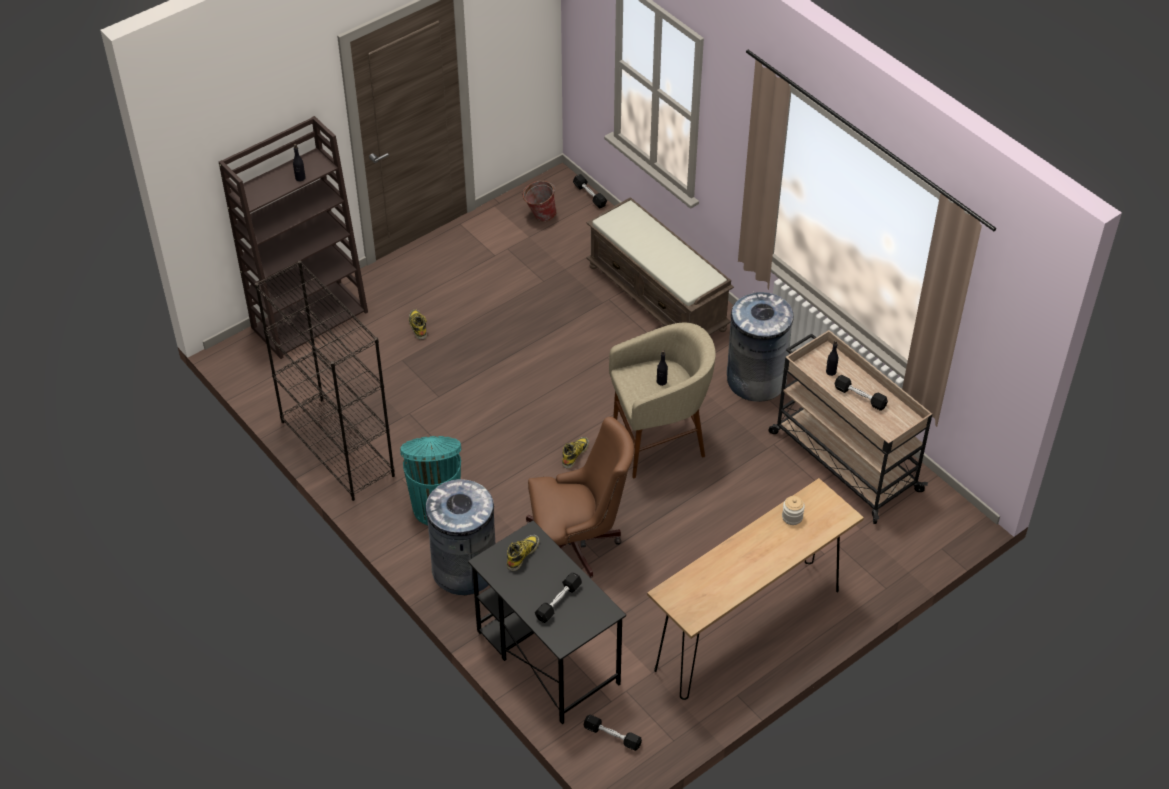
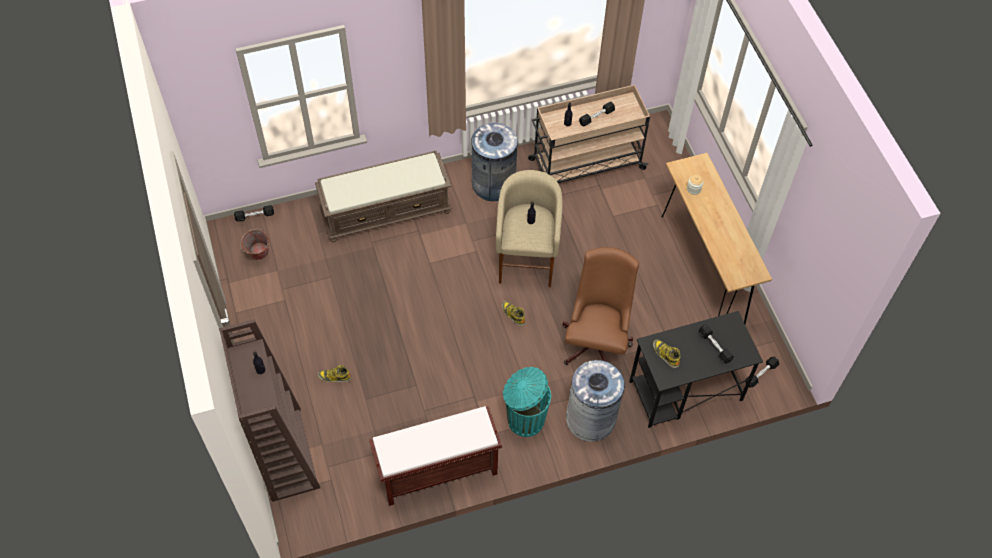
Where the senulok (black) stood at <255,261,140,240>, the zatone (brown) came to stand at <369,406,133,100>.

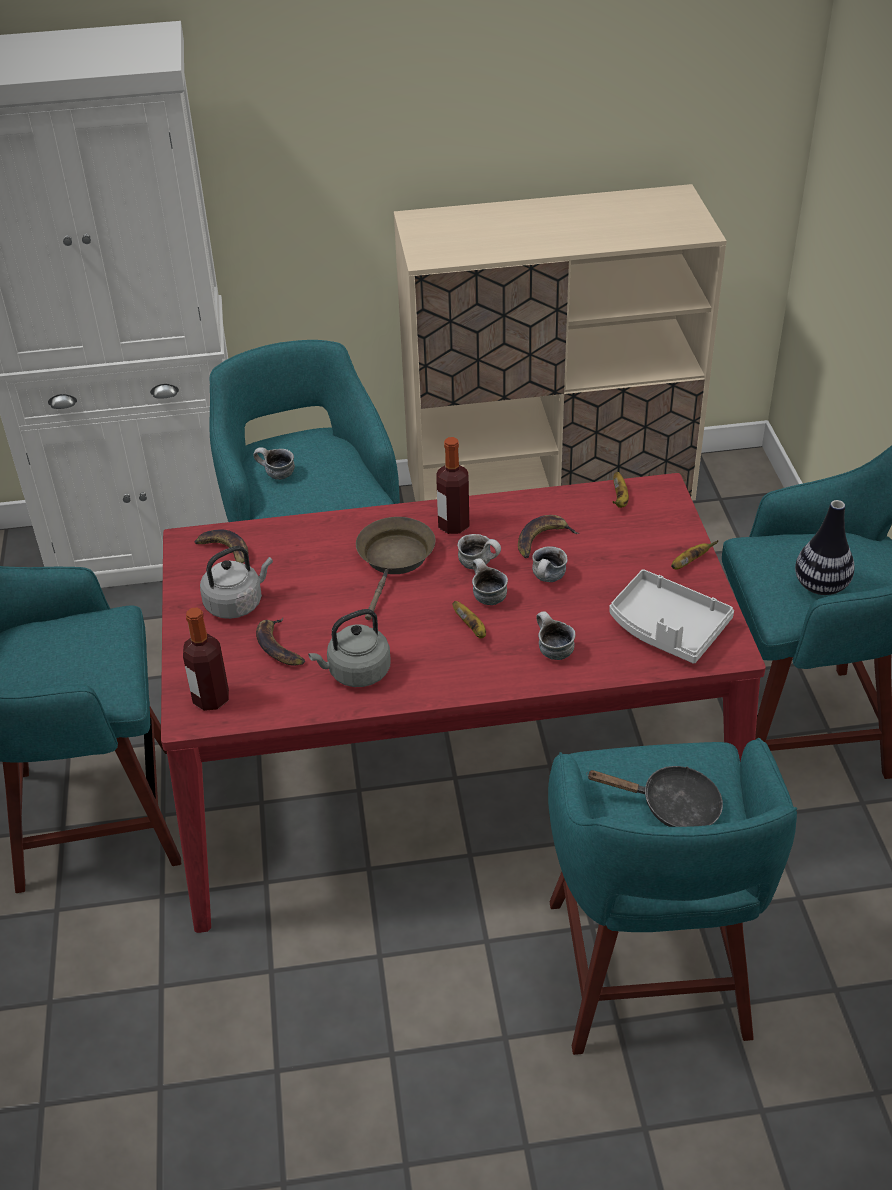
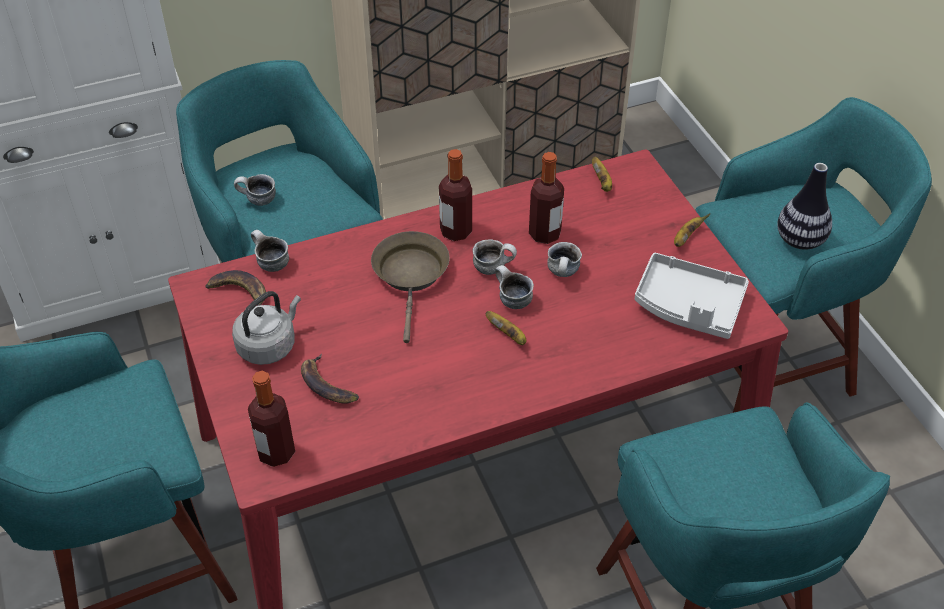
The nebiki ended up elsewhere, having gone from <536,611,40,49> to <251,230,38,42>.
Where the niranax stood at <518,515,61,43>, the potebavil came to stand at <529,152,35,92>.
The second view lost the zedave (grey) at <308,609,83,78>.
The second view lost the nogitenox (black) at <586,766,137,61>.

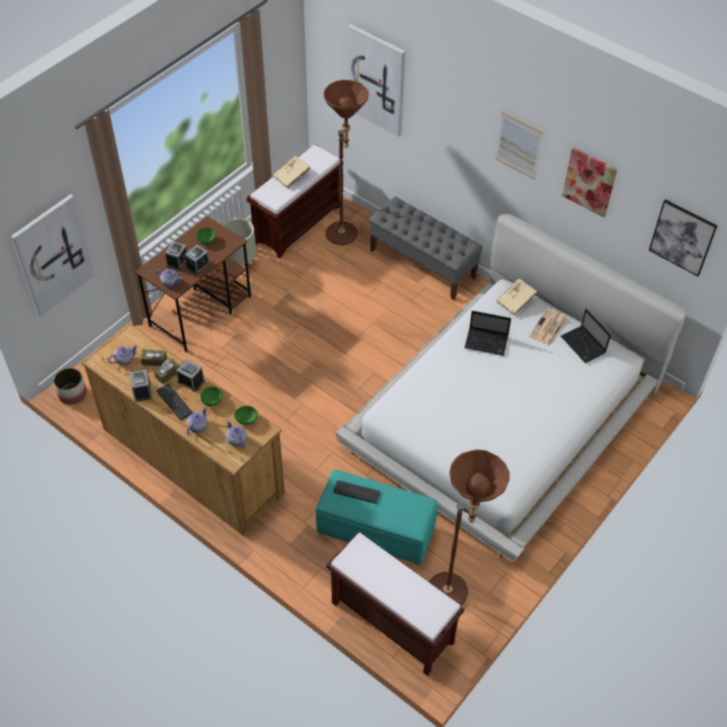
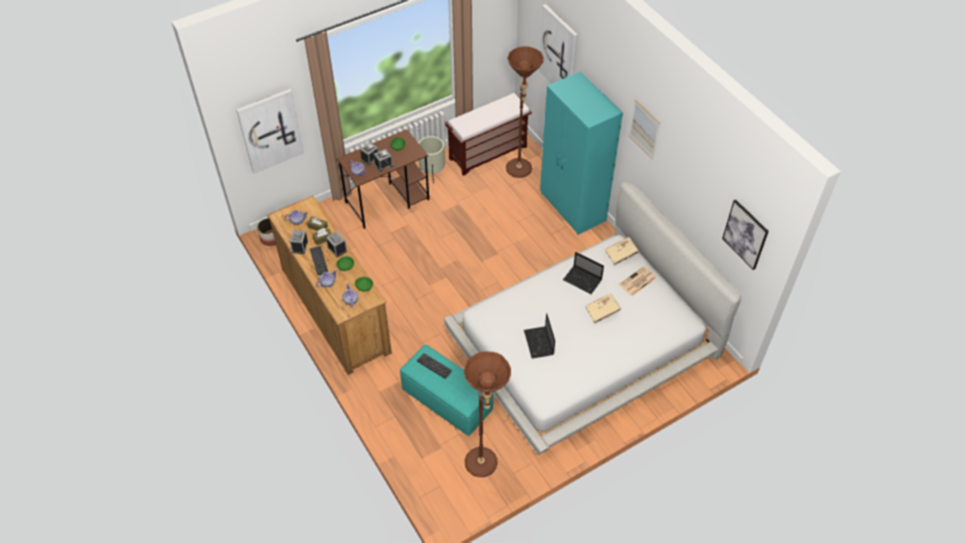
The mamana ended up elsewhere, having gone from <561,309,50,54> to <524,313,31,45>.
Where the zatone (grey) stood at <369,197,114,103>, the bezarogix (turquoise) came to stand at <540,72,83,163>.
The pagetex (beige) ended up elsewhere, having gone from <273,156,37,32> to <586,294,35,29>.
The second view lost the zatone (brown) at <326,532,139,144>.
The second view lost the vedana at <562,148,55,70>.

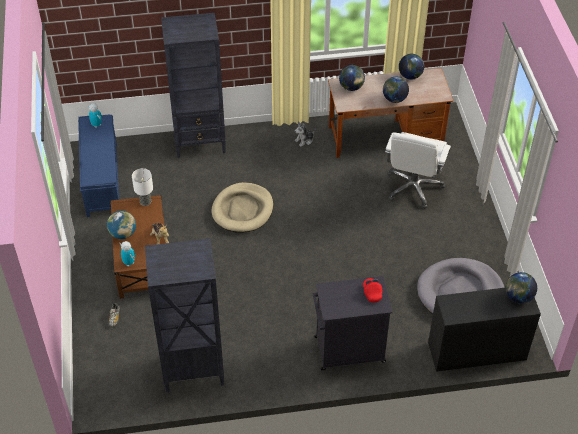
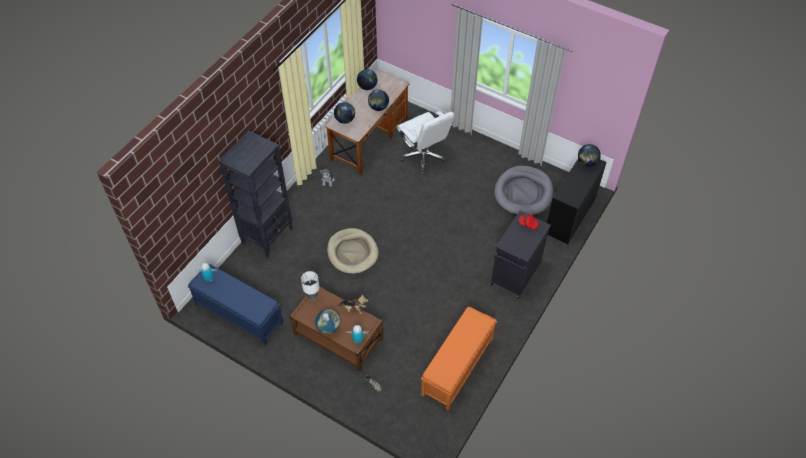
Where the senulok (black) stood at <145,238,79,155>, the zatone (orange) came to stand at <421,307,76,103>.

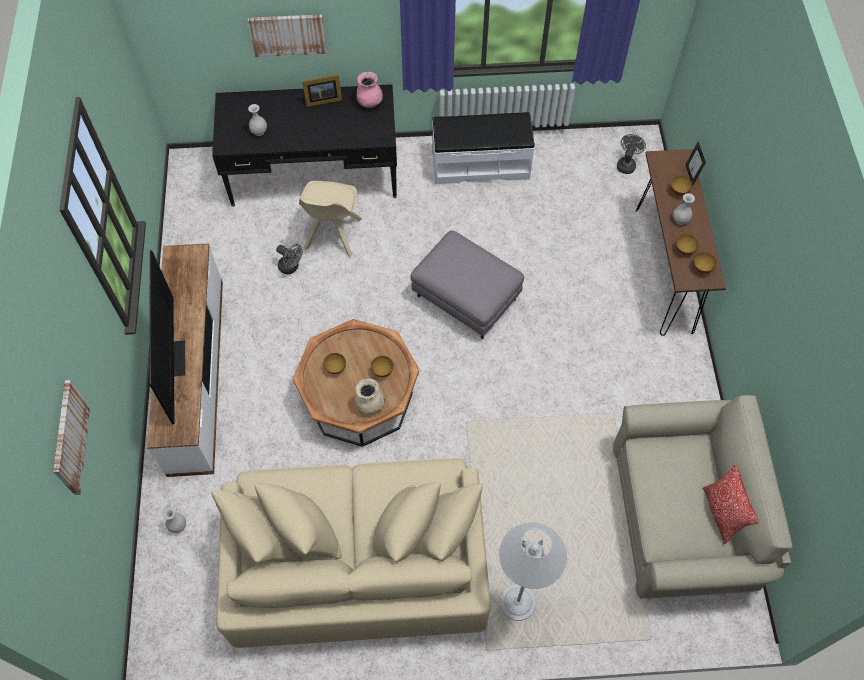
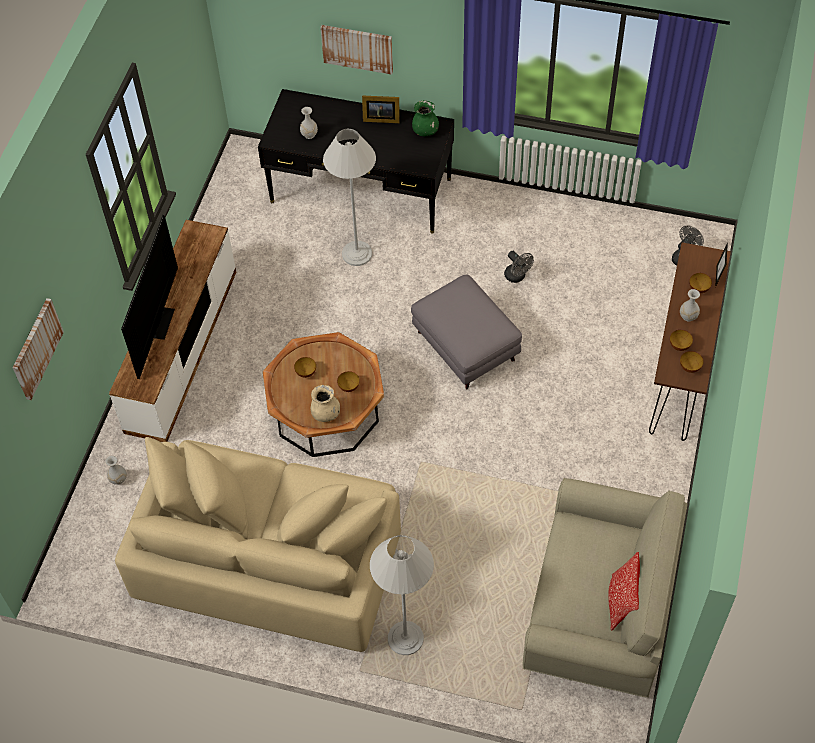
Where the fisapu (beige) stood at <299,181,63,76>, the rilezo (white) came to stand at <323,128,53,138>.
What was the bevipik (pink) at <357,72,26,36> turned into the bevipik (green) at <412,100,27,36>.
The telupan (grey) ended up elsewhere, having gone from <276,244,27,30> to <504,251,30,32>.
The second view lost the zatone (white) at <432,112,103,72>.

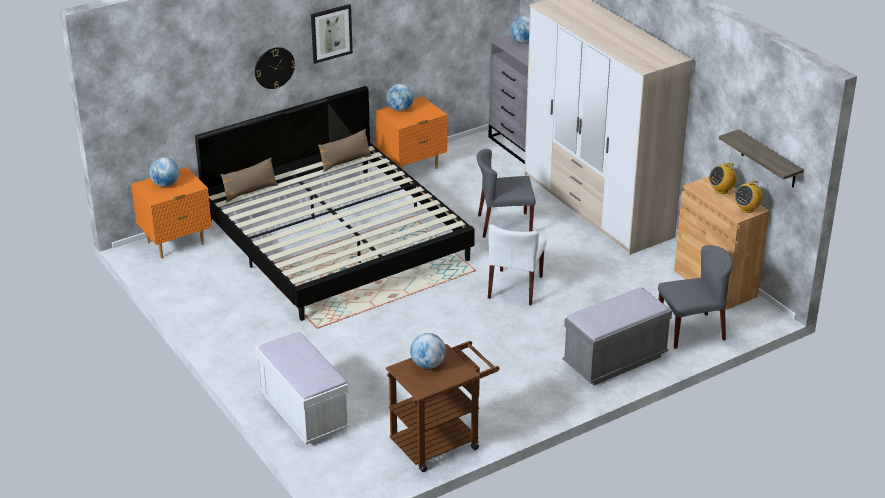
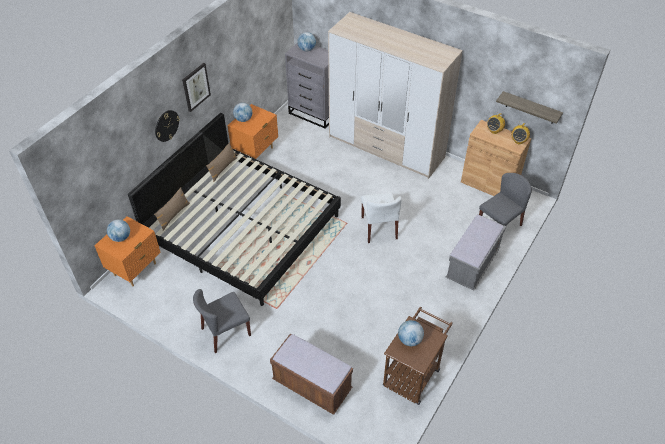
The fisapu (grey) ended up elsewhere, having gone from <477,149,59,89> to <193,289,58,64>.
What was the zatone (white) at <255,332,95,113> turned into the zatone (brown) at <270,334,83,81>.

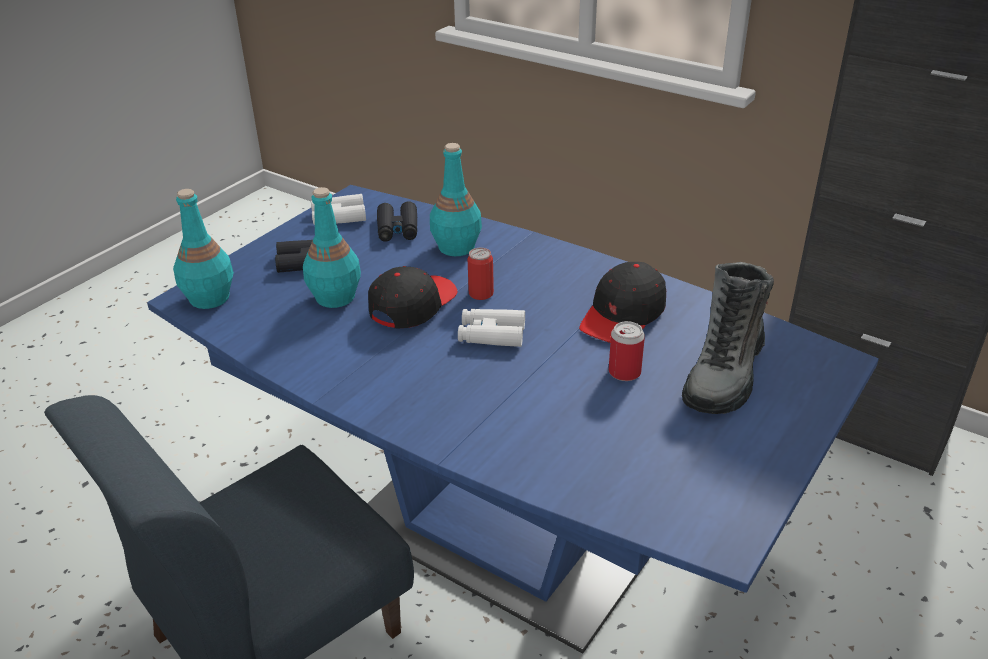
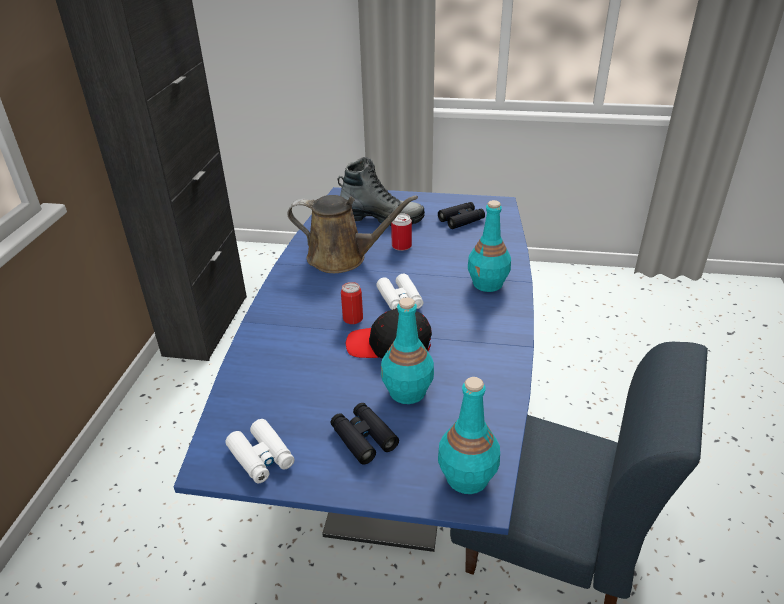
Where the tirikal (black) stood at <579,262,87,81>, the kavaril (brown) came to stand at <287,195,131,78>.
The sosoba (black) ended up elsewhere, having gone from <377,201,40,41> to <438,202,47,27>.
The potebavil (turquoise) ended up elsewhere, having gone from <430,143,52,113> to <468,200,43,92>.

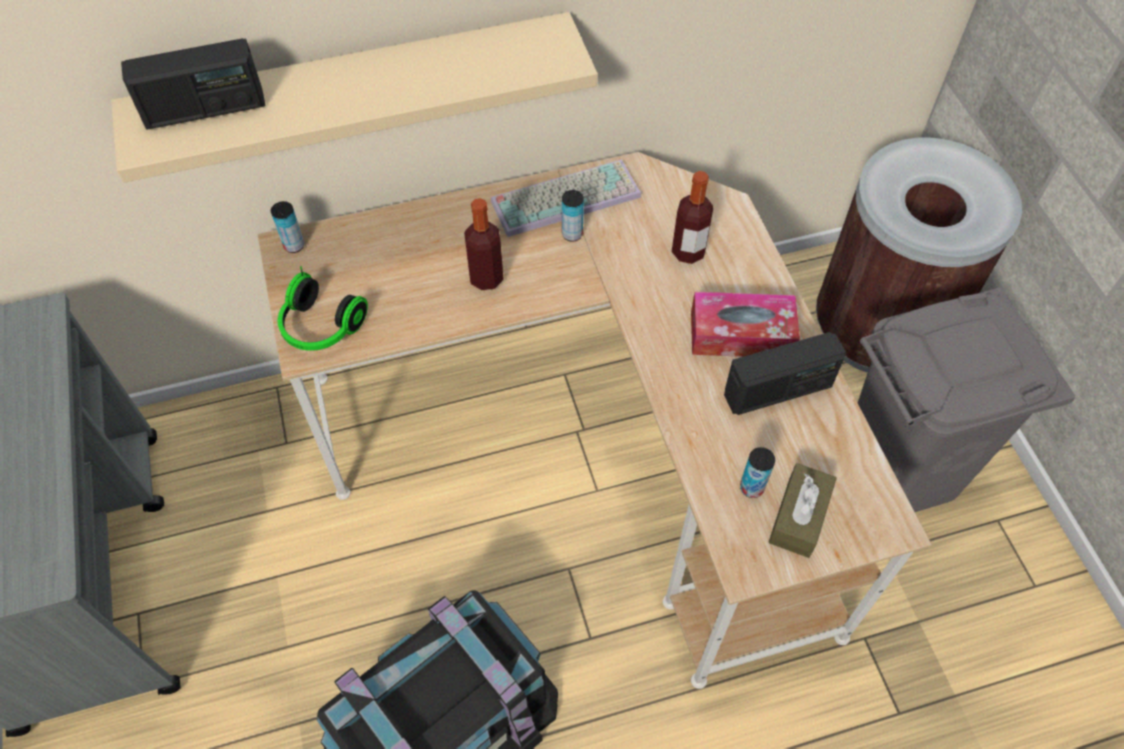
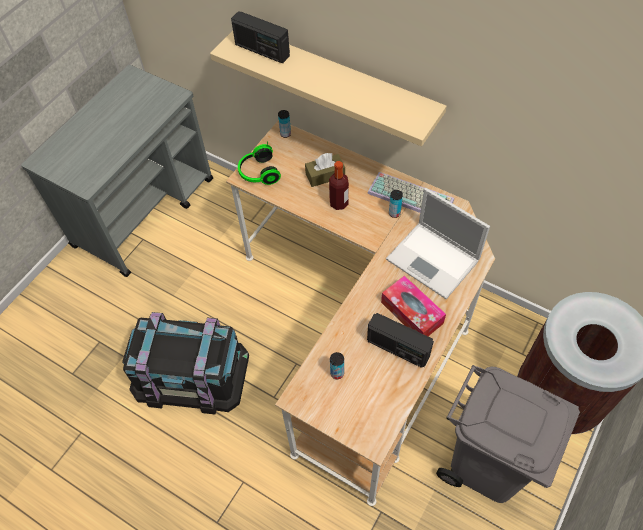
The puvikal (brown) ended up elsewhere, having gone from <769,463,68,95> to <305,153,40,34>.
Where the potebavil stood at <672,171,41,93>, the mamana came to stand at <386,188,104,111>.

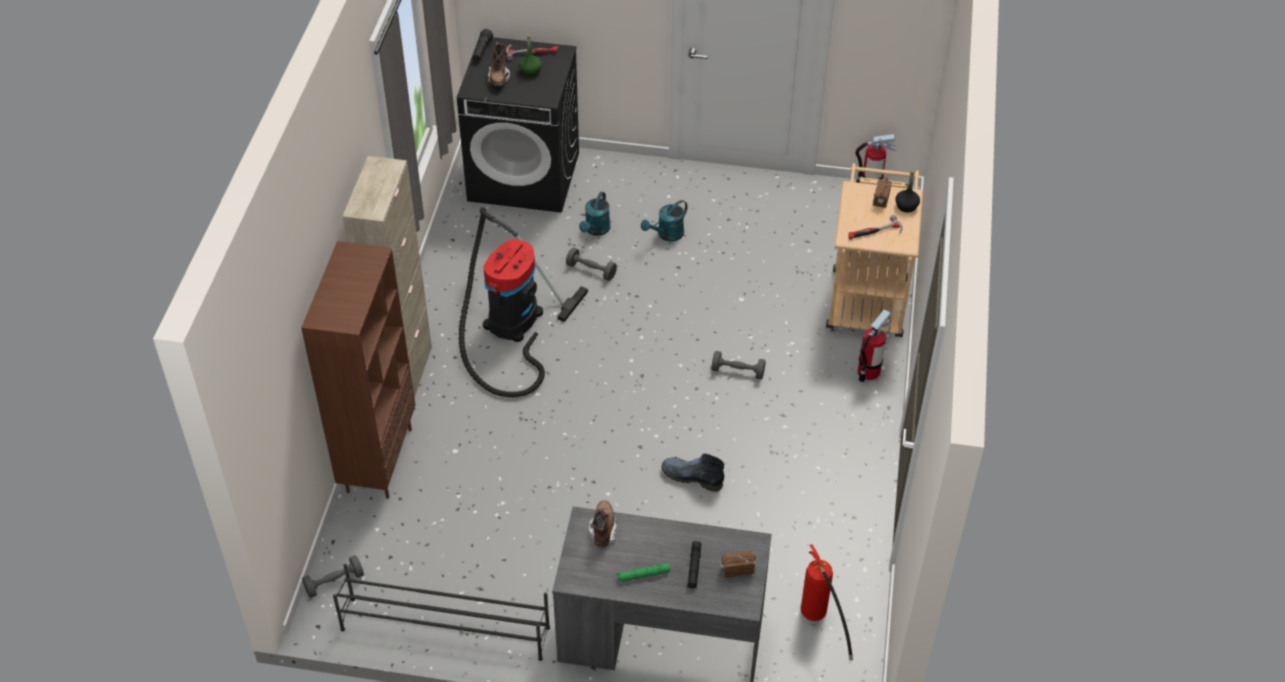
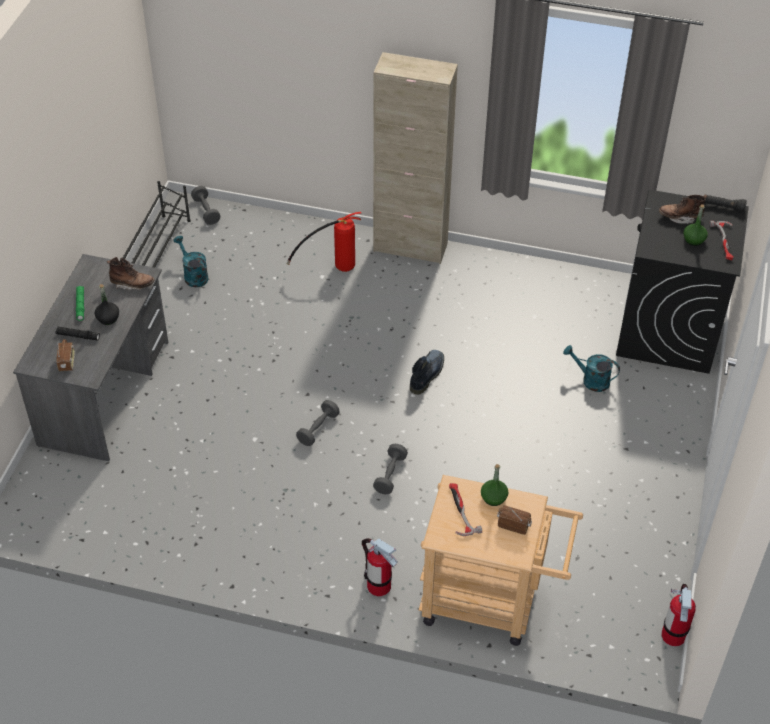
The potebavil (black) ended up elsewhere, having gone from <895,171,25,42> to <95,284,24,41>.
The kavaril (turquoise) ended up elsewhere, having gone from <641,200,47,42> to <173,236,36,51>.
The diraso ended up elsewhere, having gone from <801,544,52,117> to <287,212,74,60>.
The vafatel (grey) ended up elsewhere, having gone from <566,248,51,33> to <296,400,44,46>.
The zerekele ended up elsewhere, having gone from <661,454,63,38> to <410,350,34,45>.
The second view gained the potebavil (green) at <481,464,28,42>.
The second view lost the senulok (brown) at <301,241,114,258>.
The second view lost the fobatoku at <459,207,129,190>.

